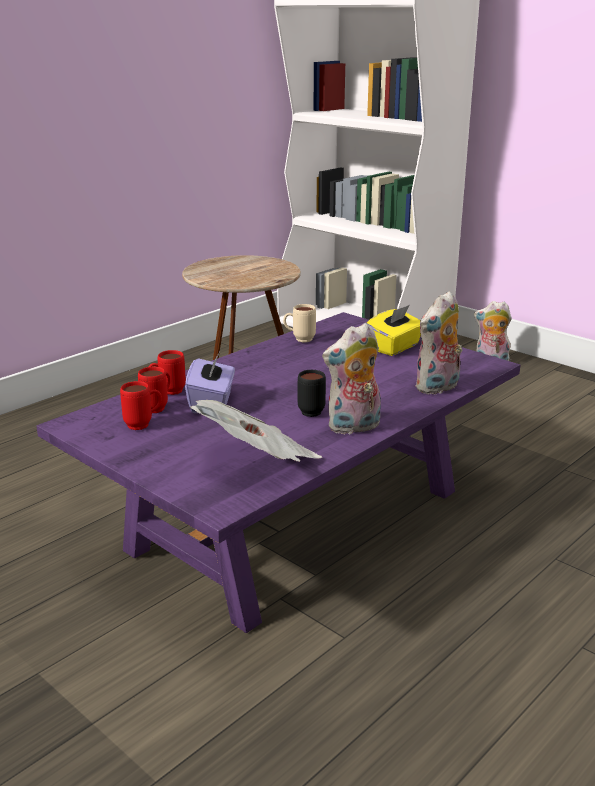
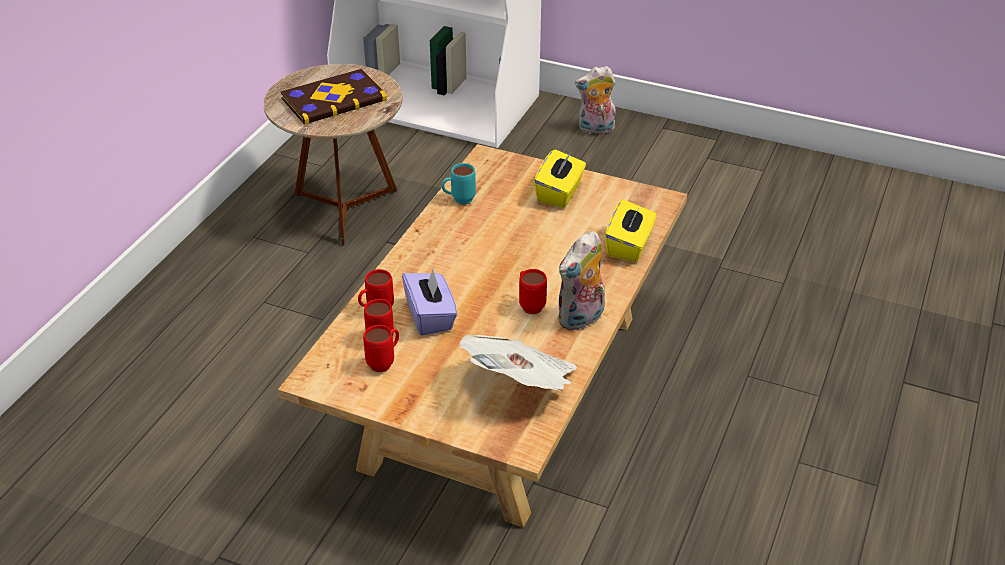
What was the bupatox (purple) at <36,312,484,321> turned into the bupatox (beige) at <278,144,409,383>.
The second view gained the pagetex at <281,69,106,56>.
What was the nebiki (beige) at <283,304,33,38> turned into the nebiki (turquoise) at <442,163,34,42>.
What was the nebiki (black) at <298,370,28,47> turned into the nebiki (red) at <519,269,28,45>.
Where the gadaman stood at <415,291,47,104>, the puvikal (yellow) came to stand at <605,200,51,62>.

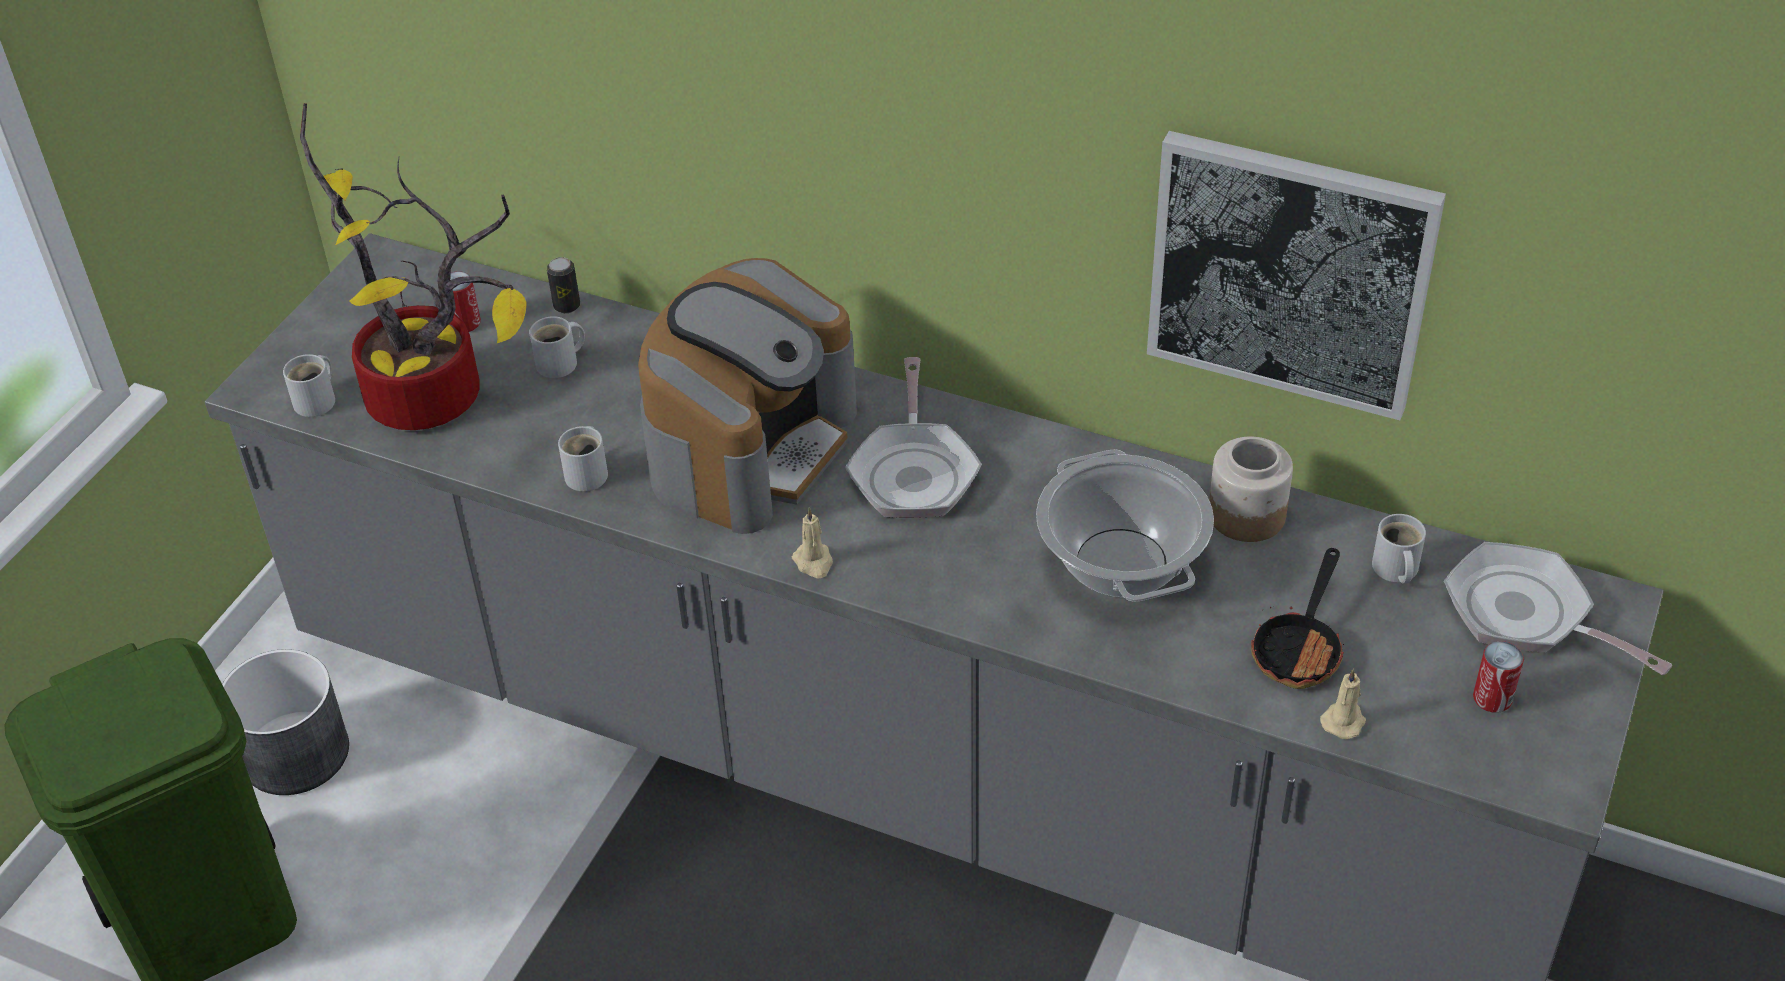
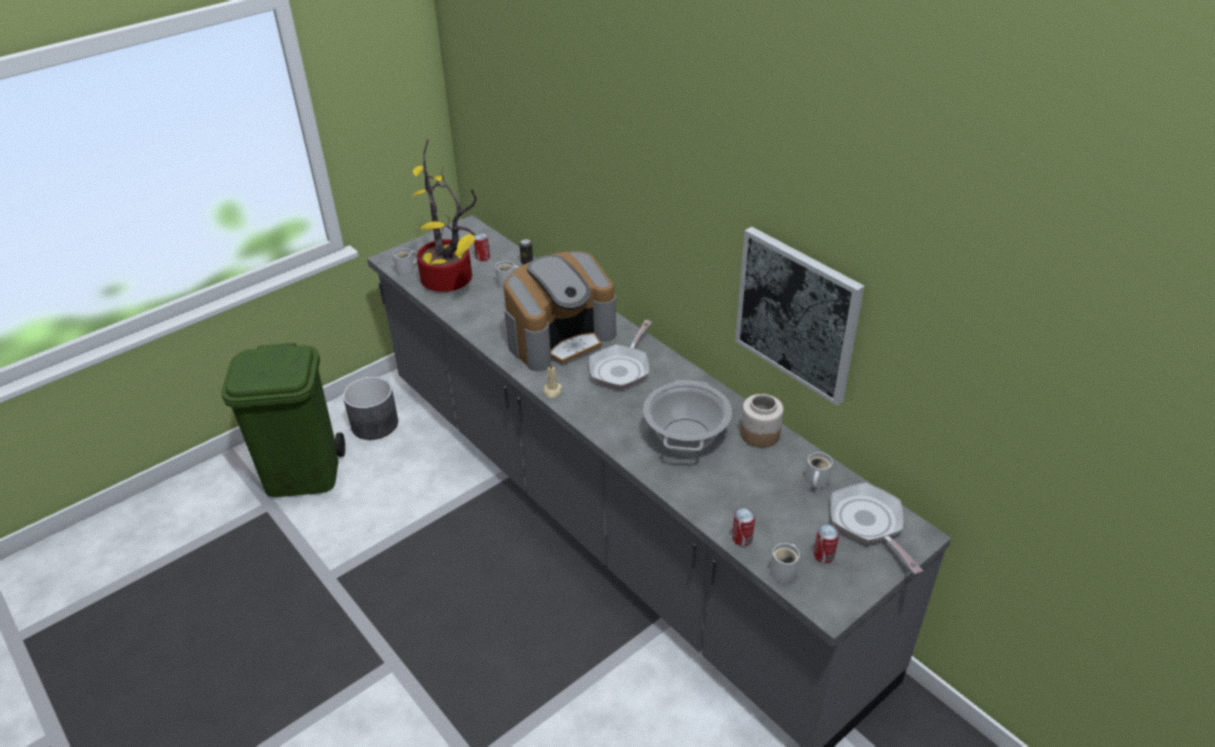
Where the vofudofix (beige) stood at <1320,668,46,71>, the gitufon came to stand at <732,508,23,38>.
The nebiki (white) ended up elsewhere, having gone from <558,426,50,66> to <770,543,30,40>.
The second view lost the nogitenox at <1251,548,93,141>.

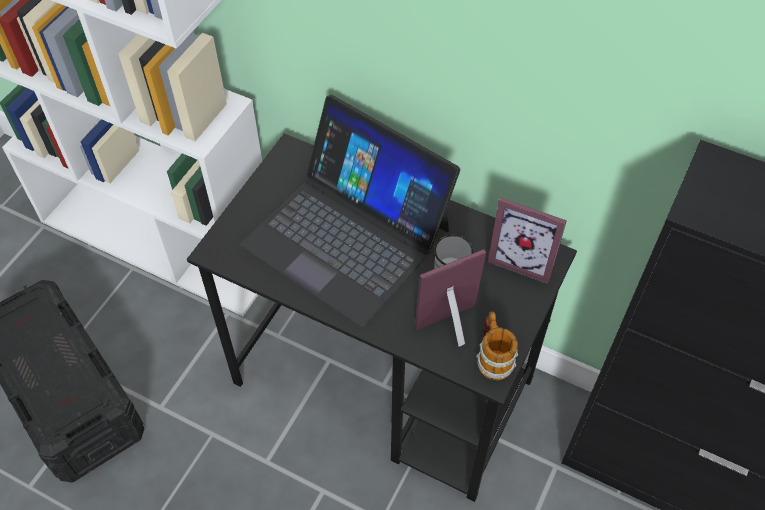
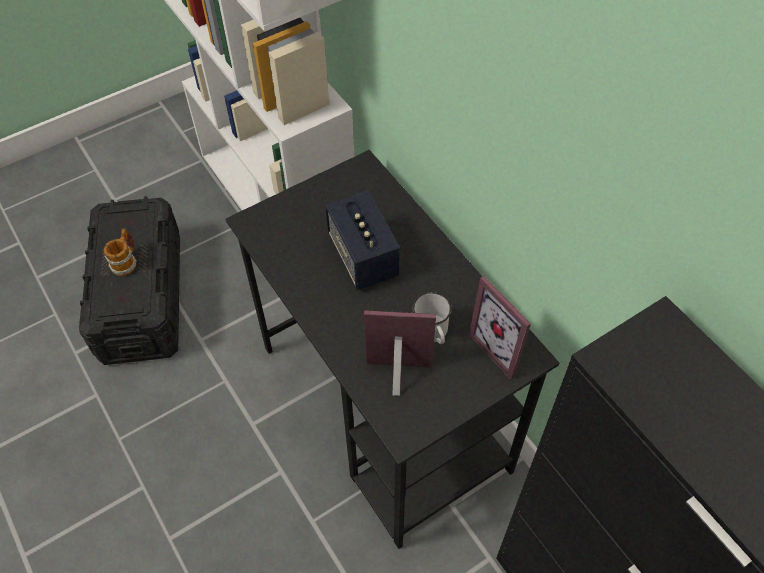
The nebiki ended up elsewhere, having gone from <476,311,42,69> to <104,228,33,48>.
Where the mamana stood at <240,95,220,232>, the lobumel came to stand at <325,191,75,99>.

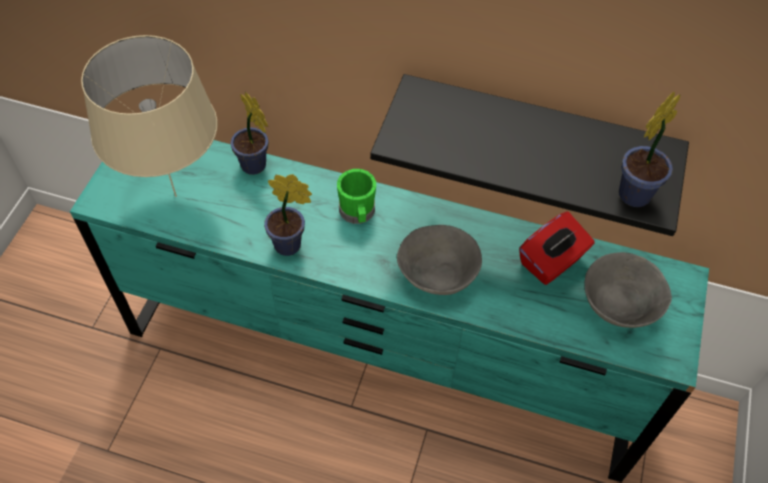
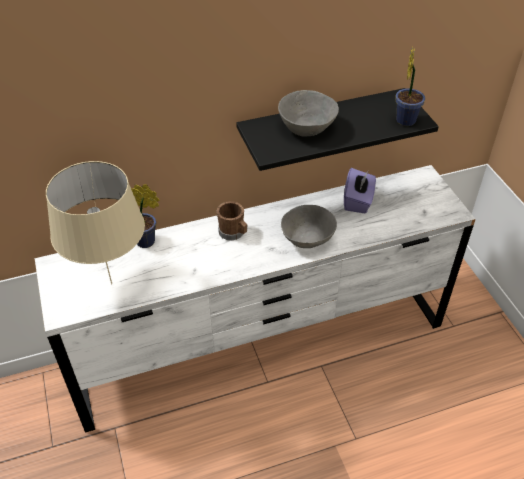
What was the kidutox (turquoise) at <70,140,639,342> turned into the kidutox (white) at <35,165,441,268>.
What was the nebiki (green) at <337,169,39,55> turned into the nebiki (brown) at <217,201,30,40>.
The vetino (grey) ended up elsewhere, having gone from <584,252,88,76> to <278,90,61,46>.
What was the puvikal (red) at <519,211,76,74> turned into the puvikal (purple) at <344,168,32,45>.
The second view lost the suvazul at <264,174,48,82>.

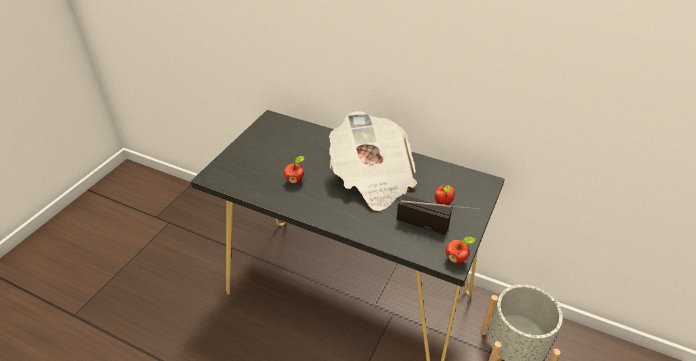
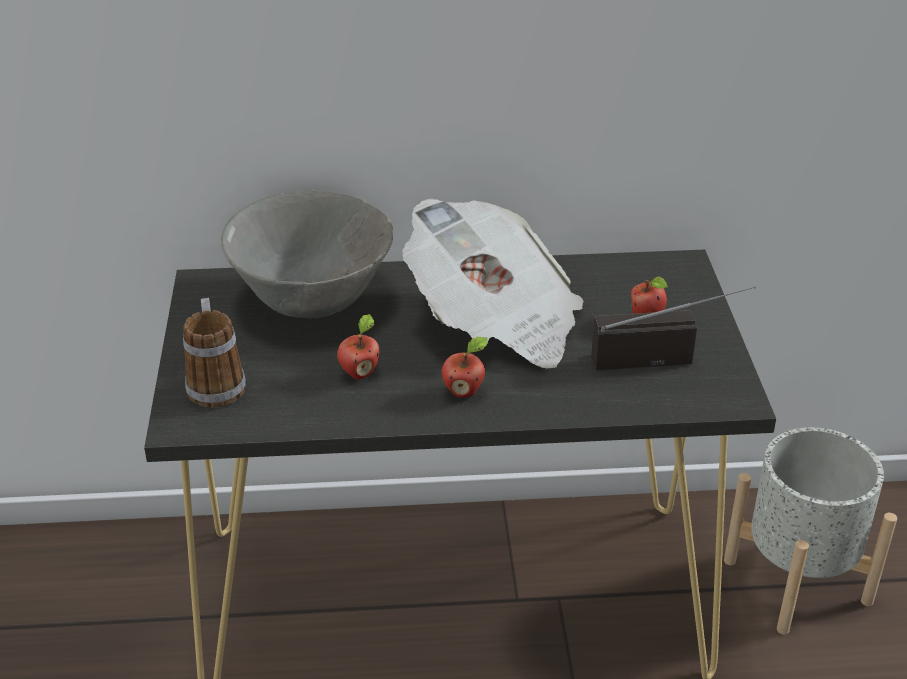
The second view gained the nebiki at <183,298,63,110>.
The second view gained the vetino (grey) at <221,191,172,127>.
The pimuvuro ended up elsewhere, having gone from <446,237,30,27> to <441,337,47,61>.

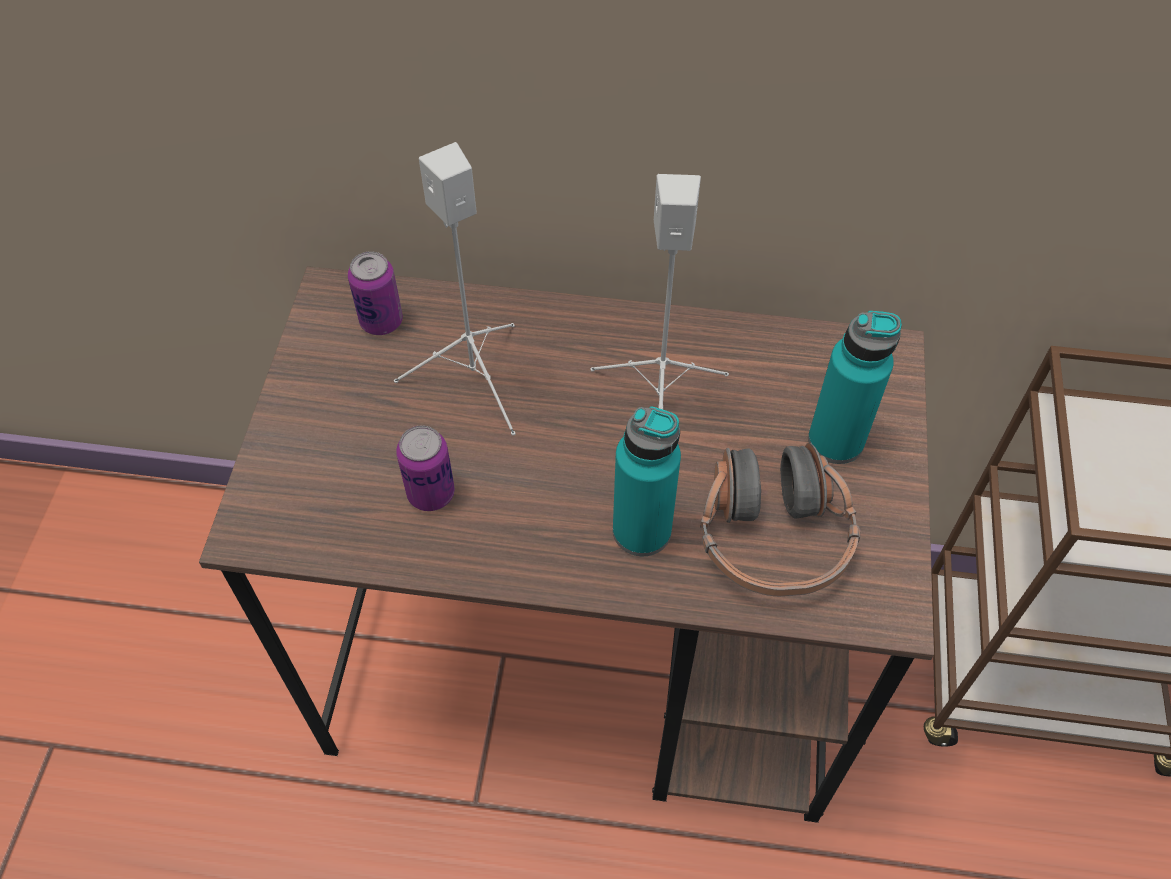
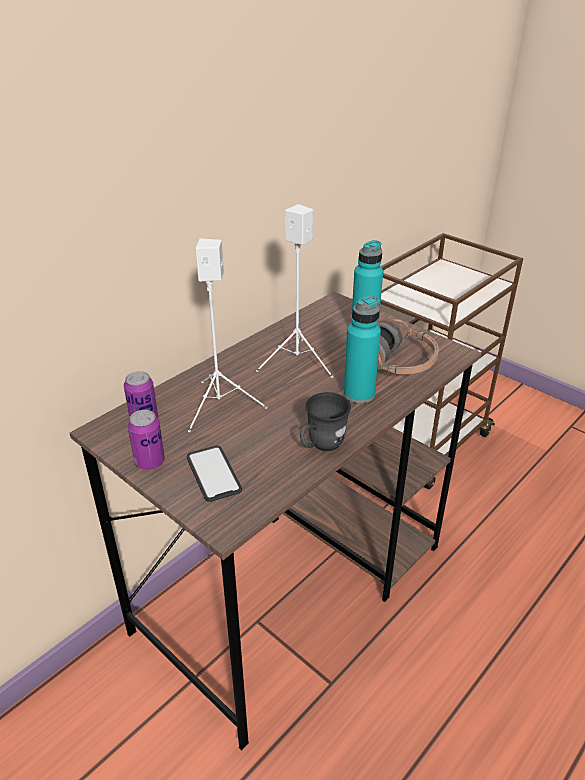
The gitufon ended up elsewhere, having gone from <396,425,59,86> to <128,410,37,60>.
The second view gained the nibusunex at <187,446,55,56>.
The second view gained the nebiki (grey) at <300,392,51,59>.

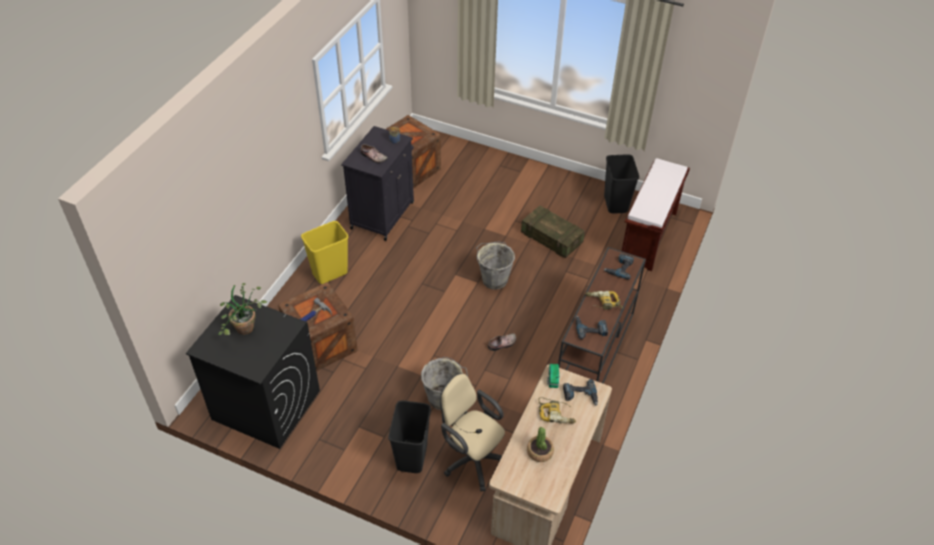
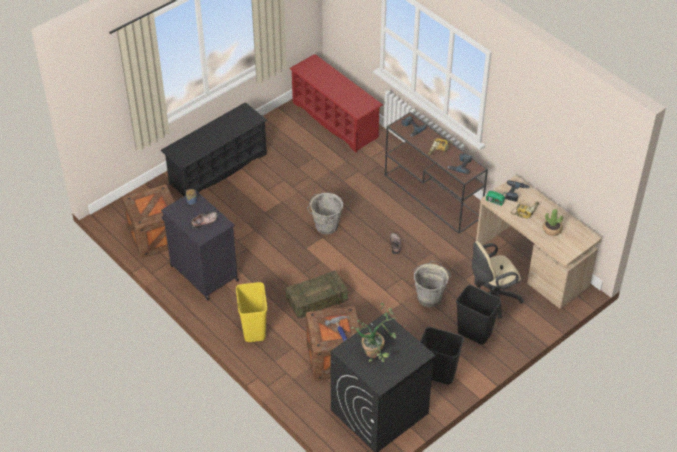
The second view gained the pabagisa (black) at <160,102,107,94>.
The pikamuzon ended up elsewhere, having gone from <521,205,64,53> to <286,270,62,48>.
Where the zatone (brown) stood at <622,158,68,113>, the pabagisa (red) came to stand at <289,54,94,98>.
The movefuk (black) ended up elsewhere, having gone from <604,154,35,60> to <420,327,44,58>.

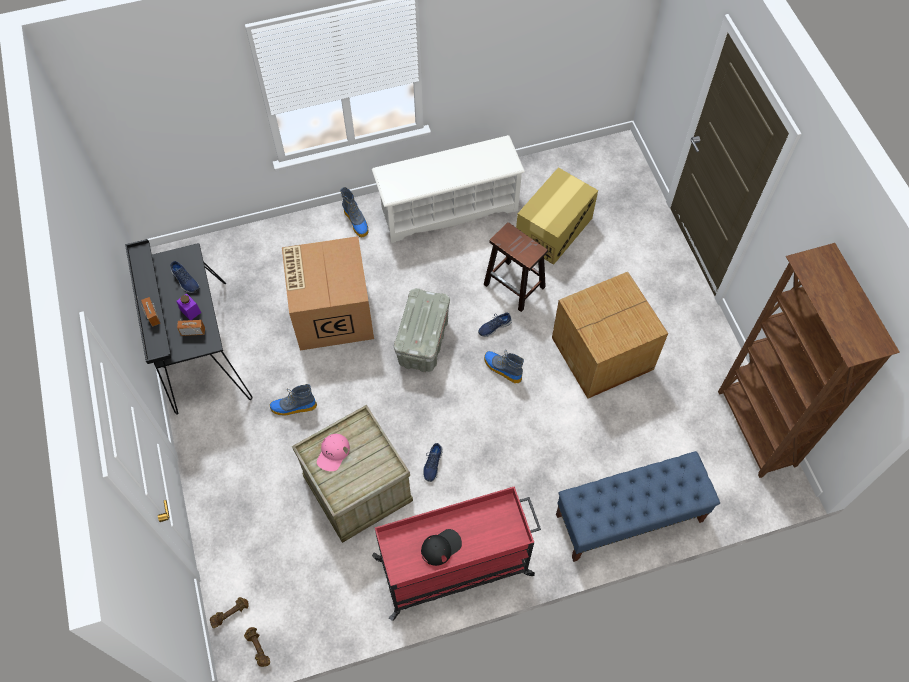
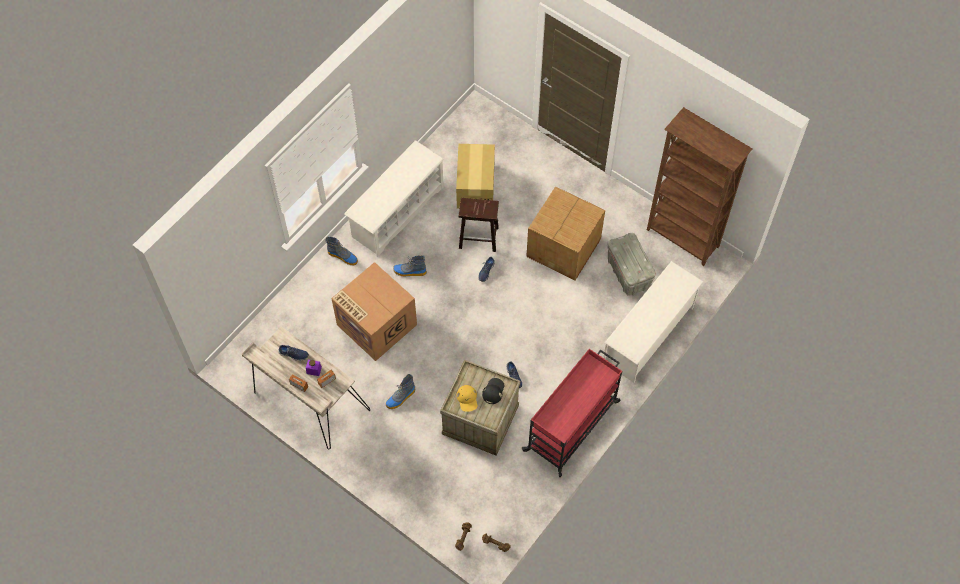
What was the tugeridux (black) at <125,239,127,175> turned into the tugeridux (beige) at <242,327,128,123>.
The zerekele ended up elsewhere, having gone from <484,350,40,33> to <393,255,34,21>.
What was the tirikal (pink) at <317,434,33,37> turned into the tirikal (yellow) at <457,385,20,27>.
The tirikal (black) ended up elsewhere, having gone from <421,529,41,37> to <482,378,22,26>.
Where the zatone (blue) stood at <556,451,164,111>, the pabagisa (white) came to stand at <603,261,100,122>.
The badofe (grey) ended up elsewhere, having gone from <394,288,56,84> to <607,233,49,63>.

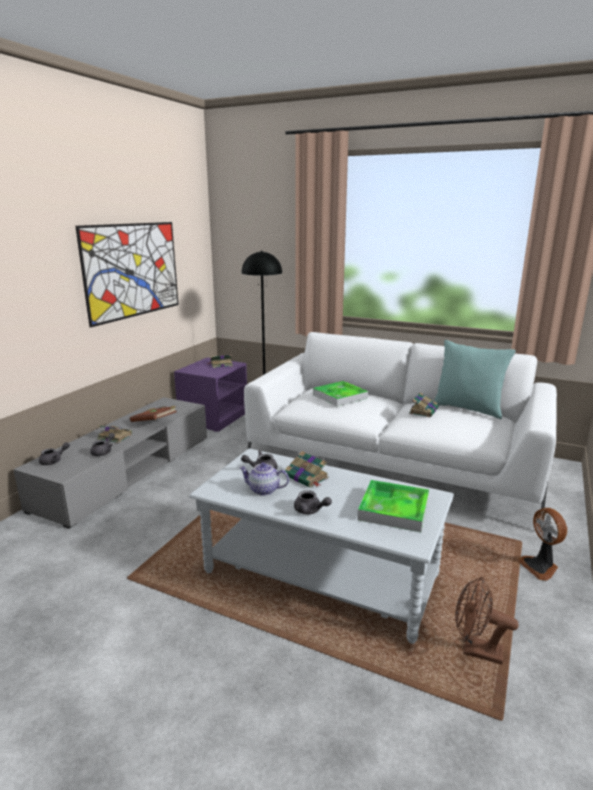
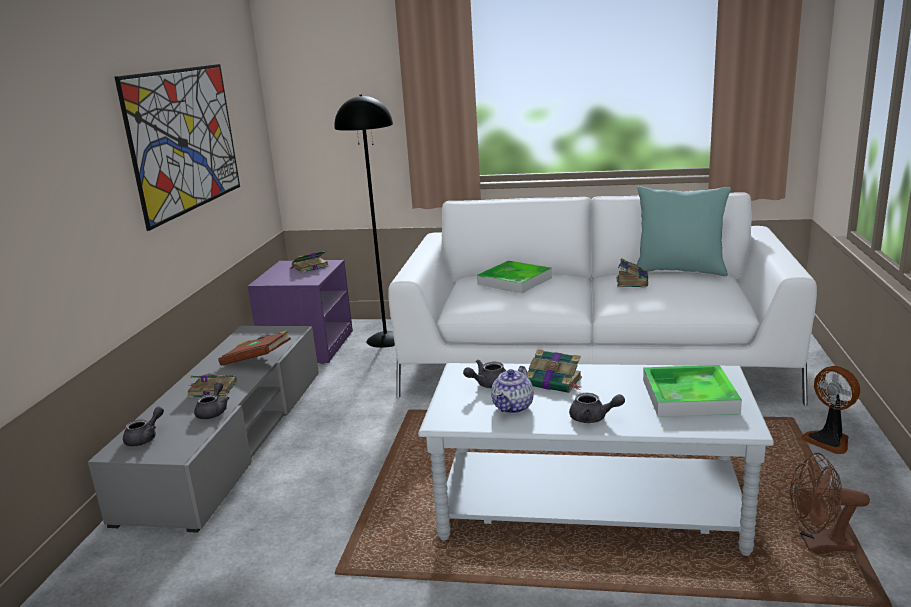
The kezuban at <239,462,50,34> ended up facing another way, 60 degrees counterclockwise from before.

